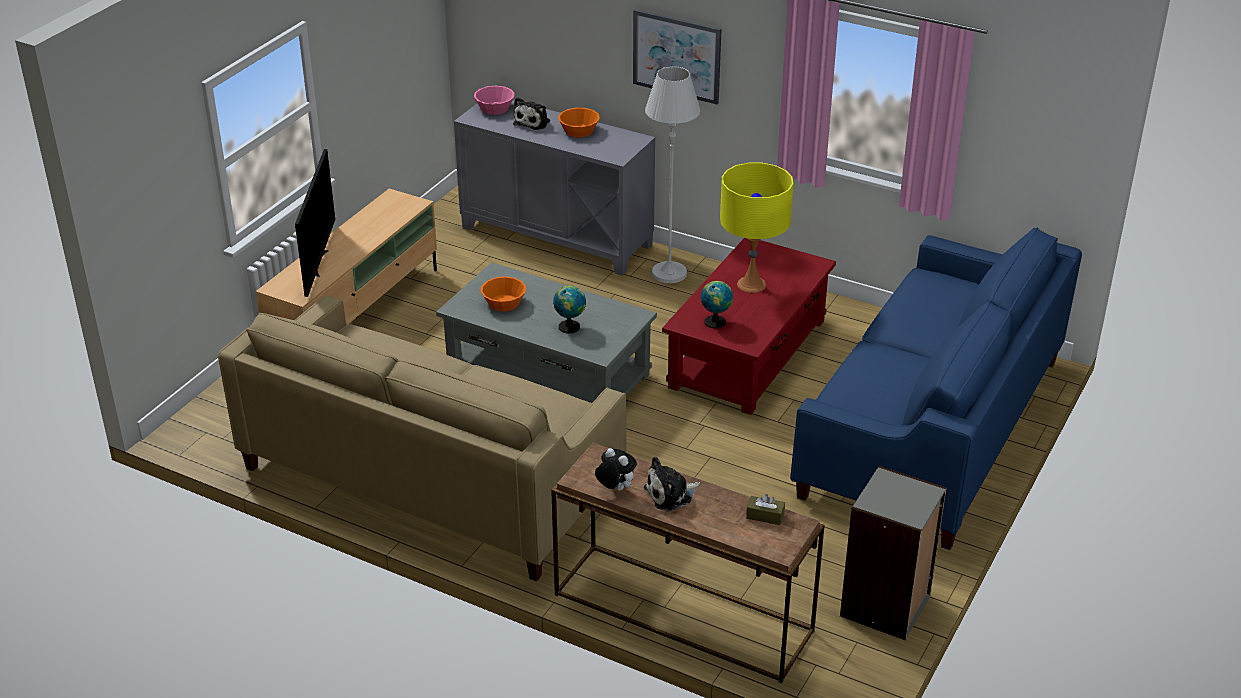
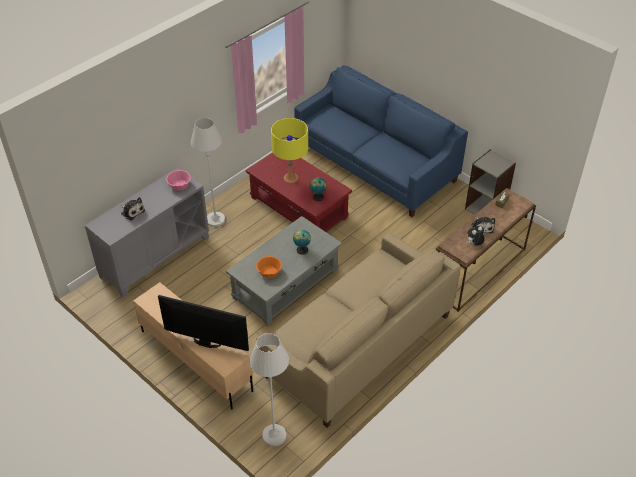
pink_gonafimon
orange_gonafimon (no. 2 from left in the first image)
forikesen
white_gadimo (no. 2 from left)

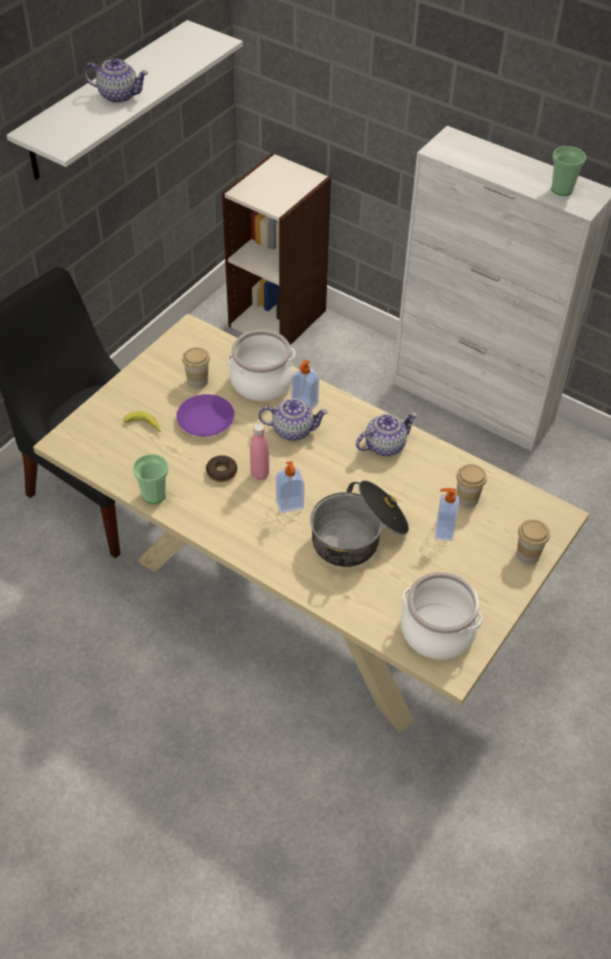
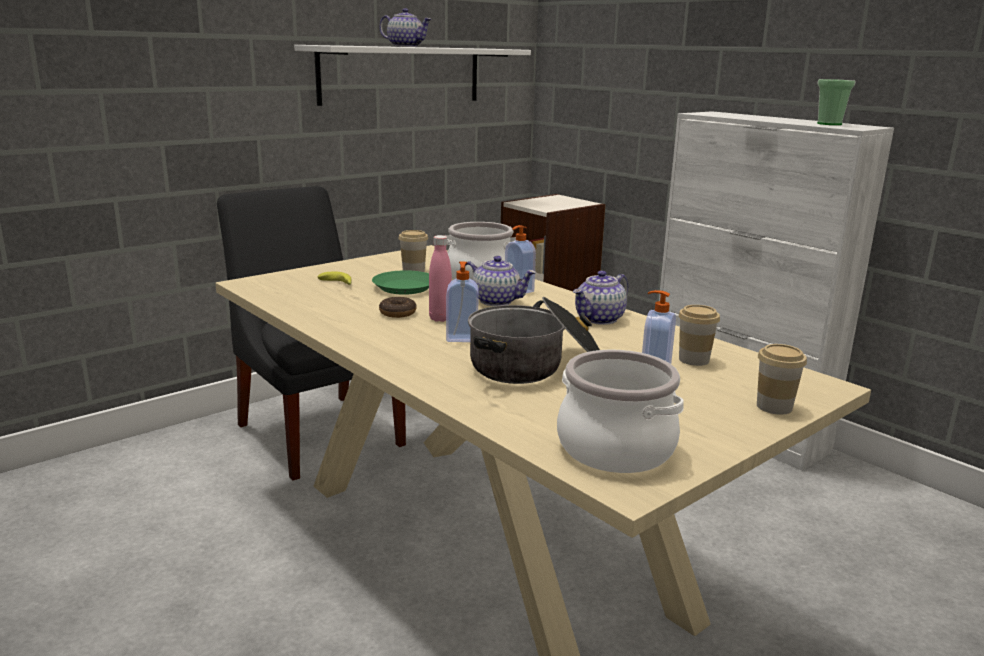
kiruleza (no. 1 from left in the first image)
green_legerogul
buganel (no. 3 from left)

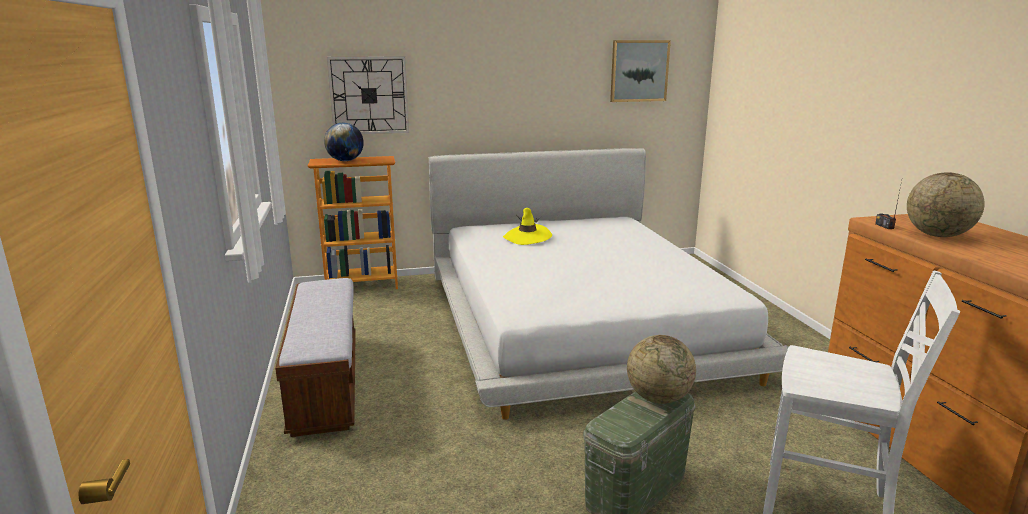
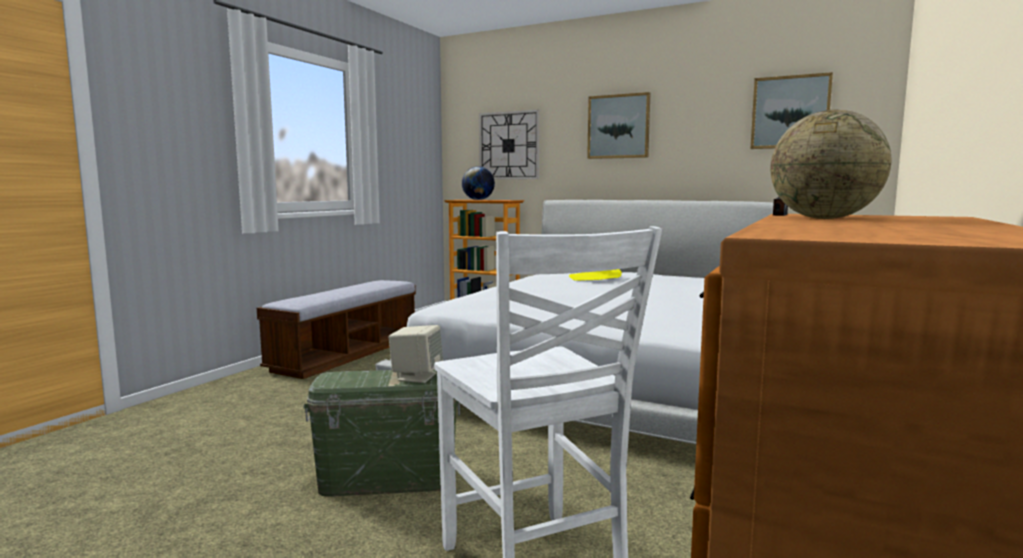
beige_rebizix
forikesen (no. 1 from left)

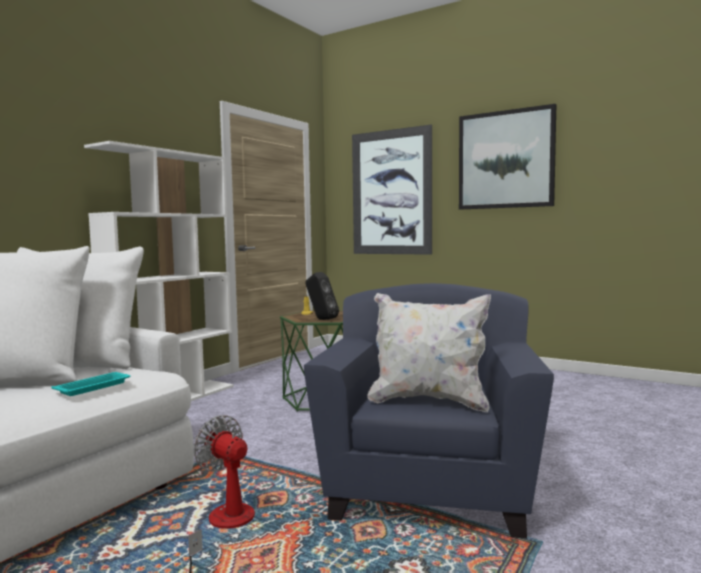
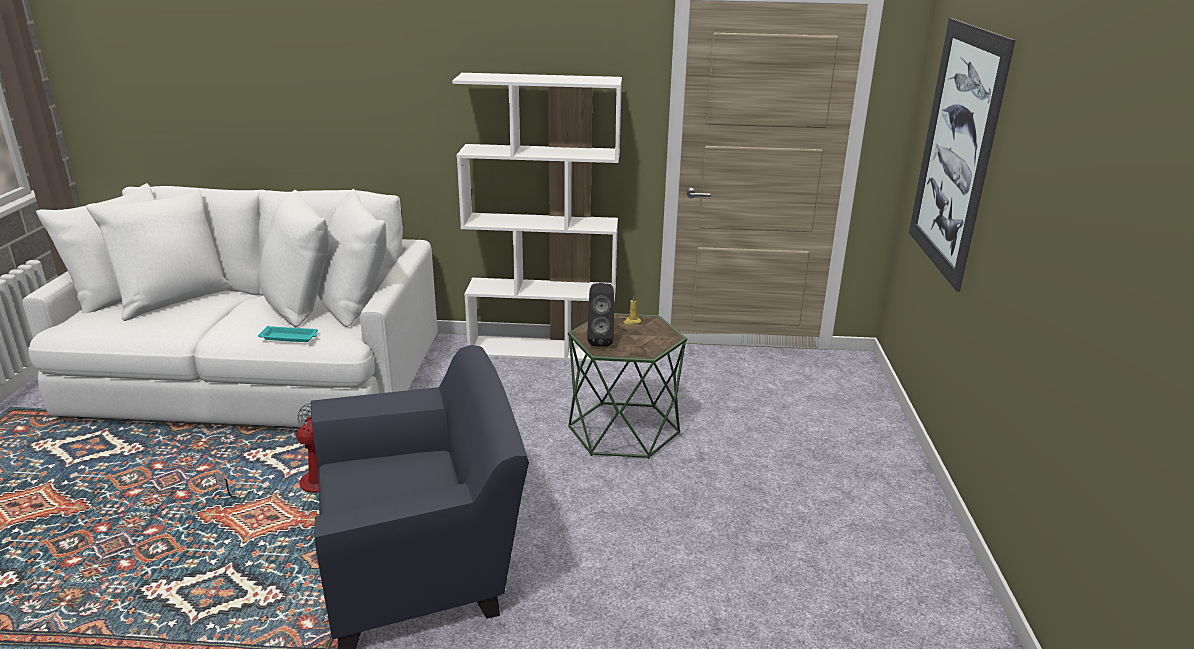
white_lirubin
forikesen (no. 2 from left in the first image)

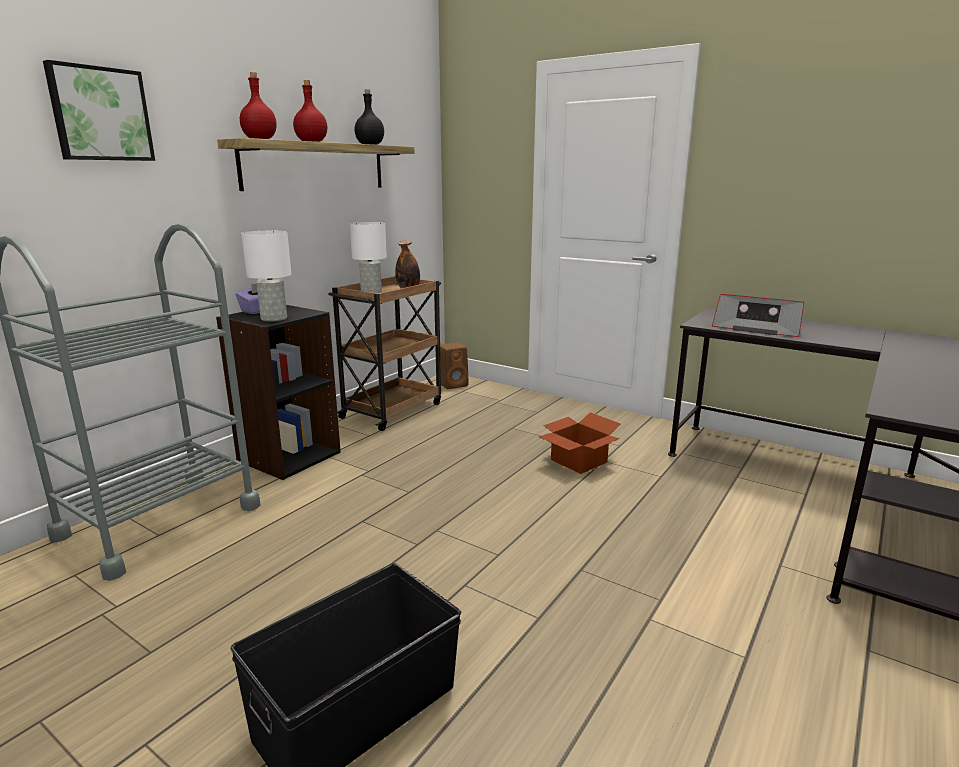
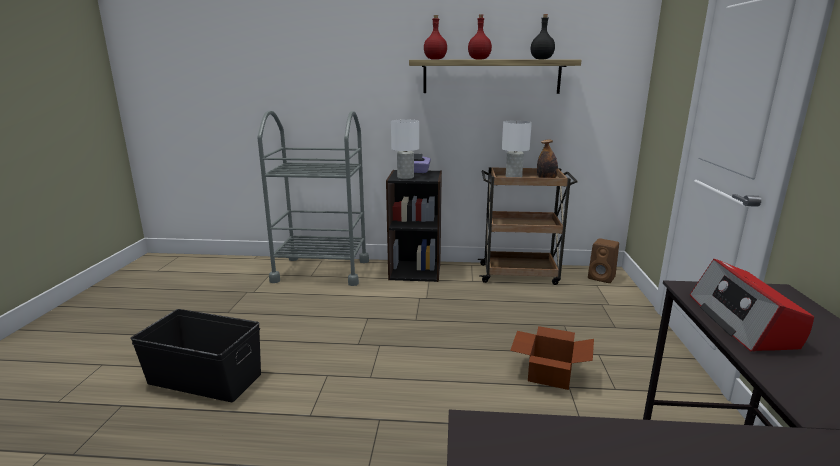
forikesen

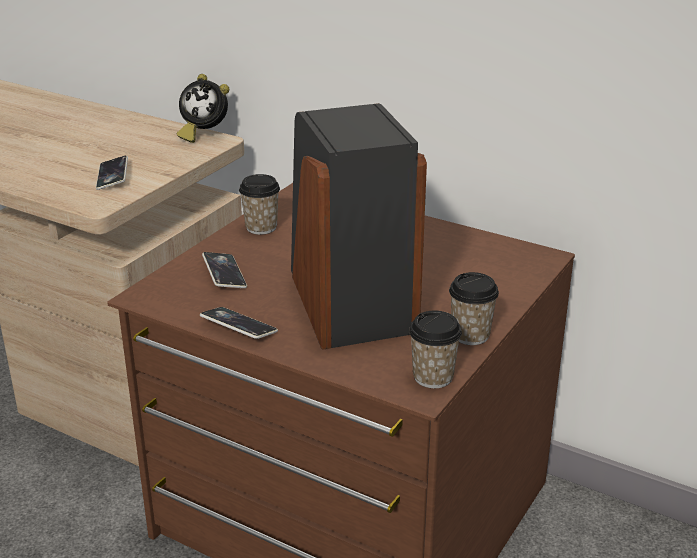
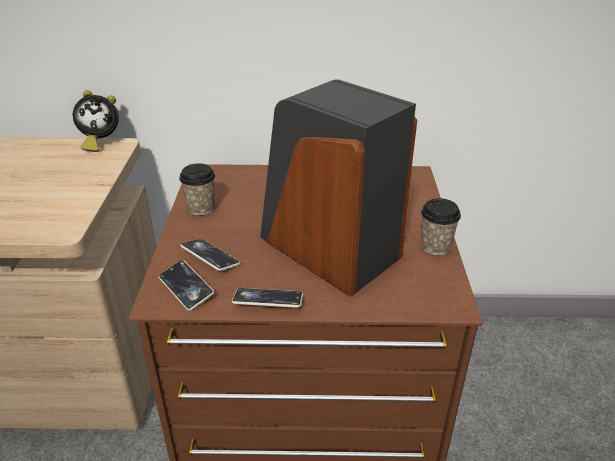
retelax (no. 1 from left)
kiruleza (no. 2 from left in the first image)

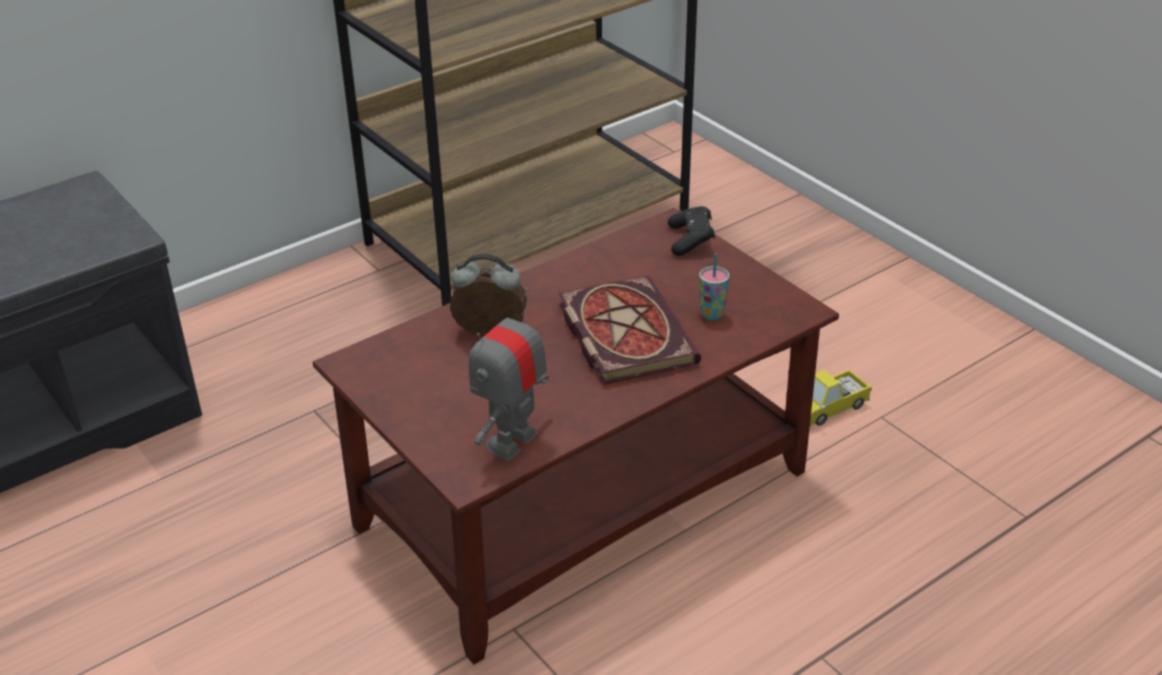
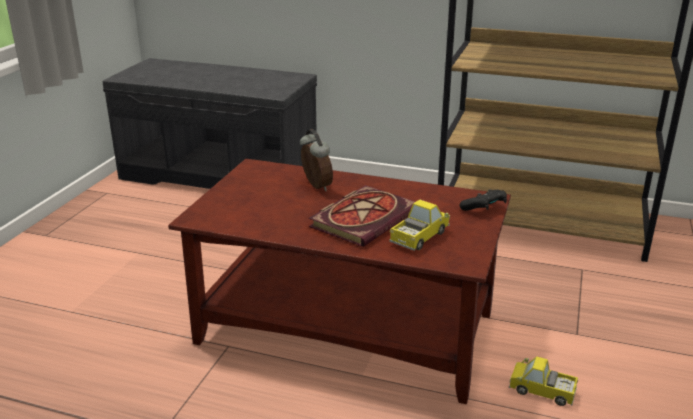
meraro
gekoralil (no. 1 from left)

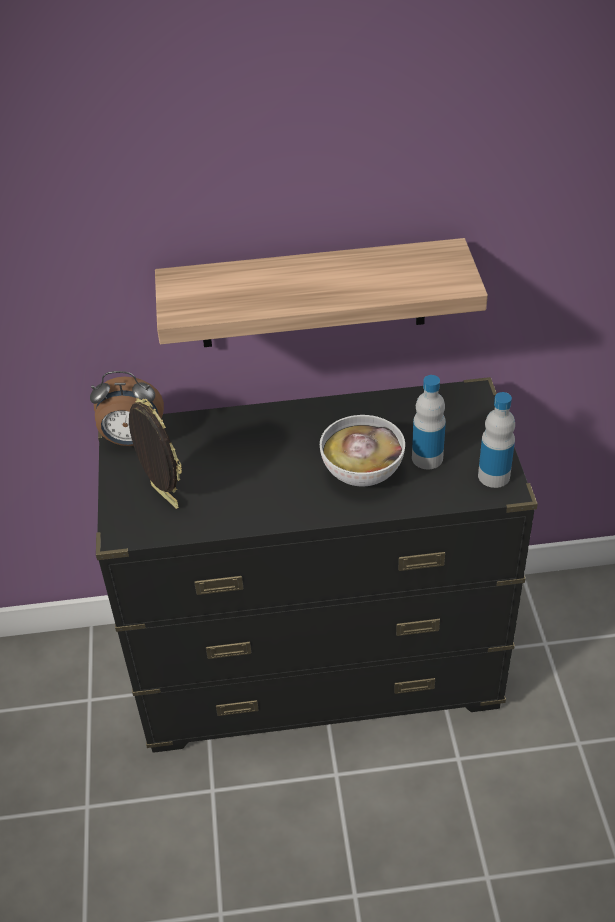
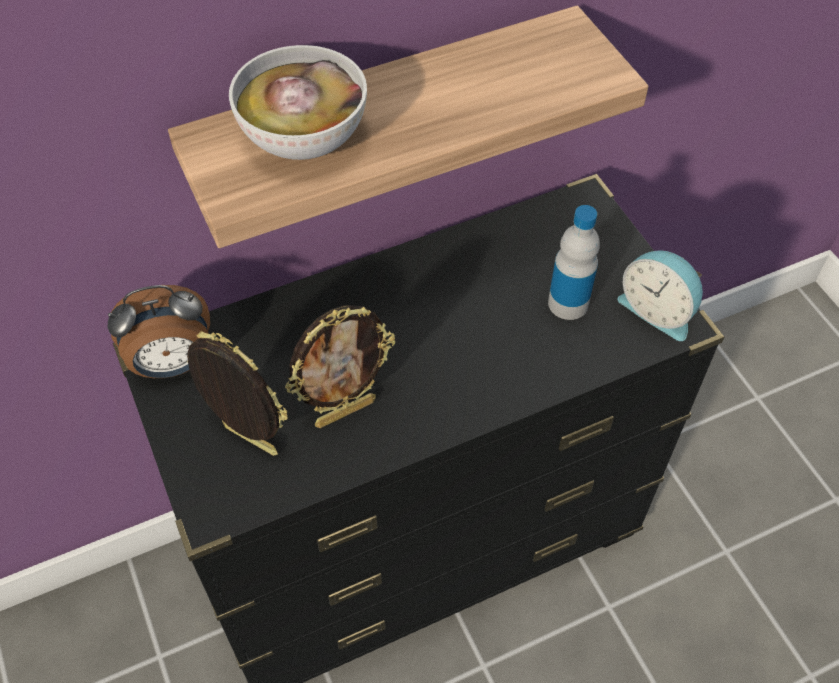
gonafimon
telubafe (no. 2 from left)
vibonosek (no. 2 from left)

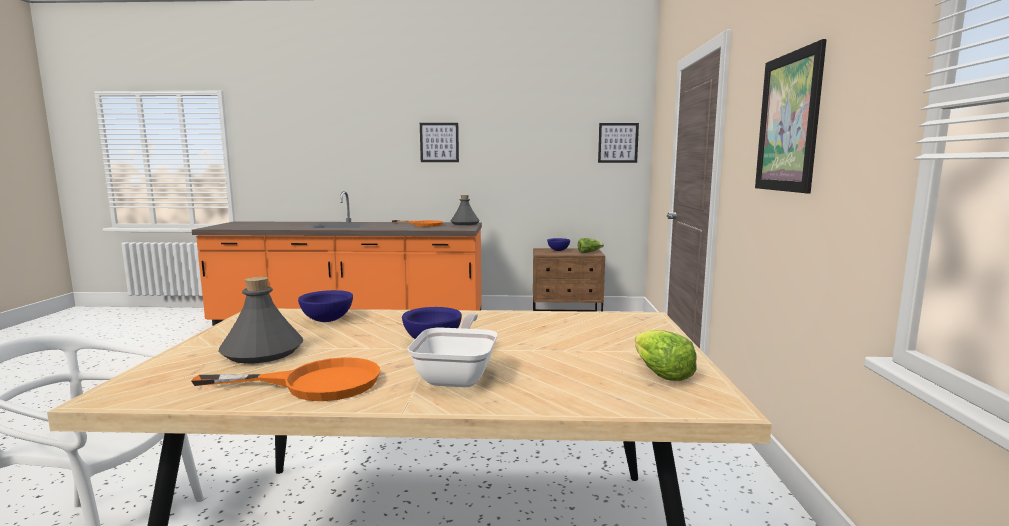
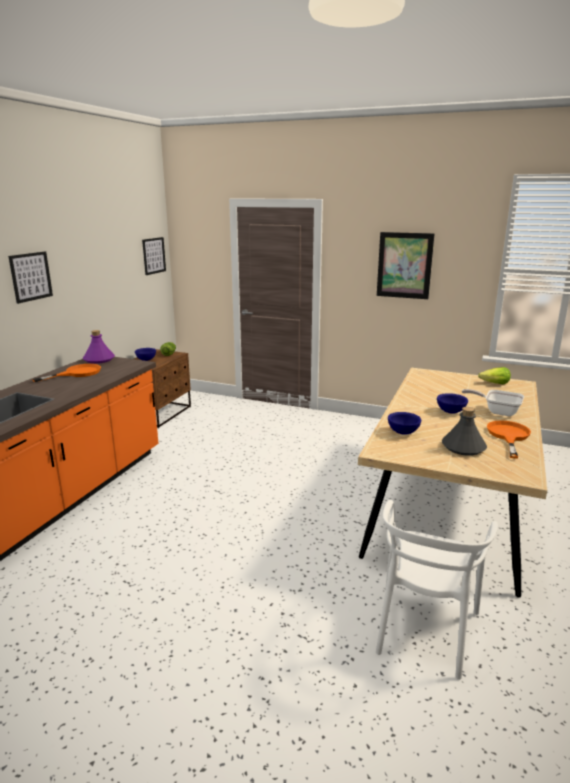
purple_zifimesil

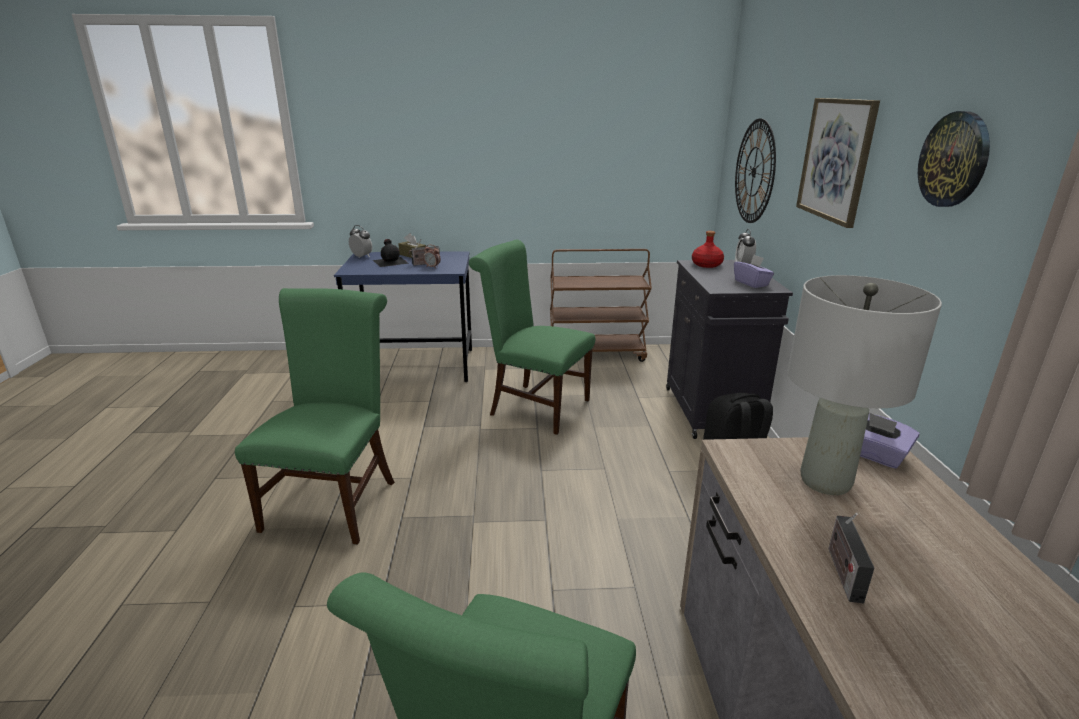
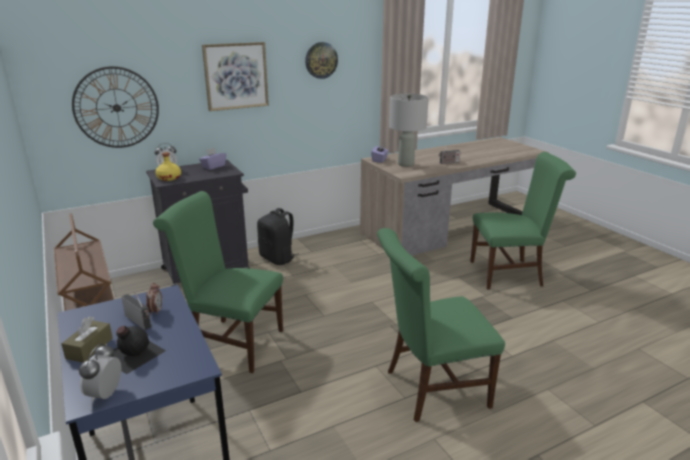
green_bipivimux (no. 1 from left)
yellow_zifimesil

